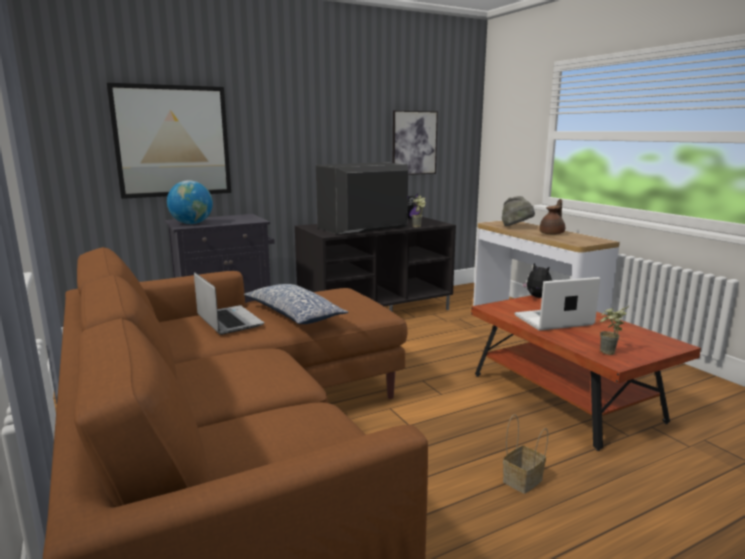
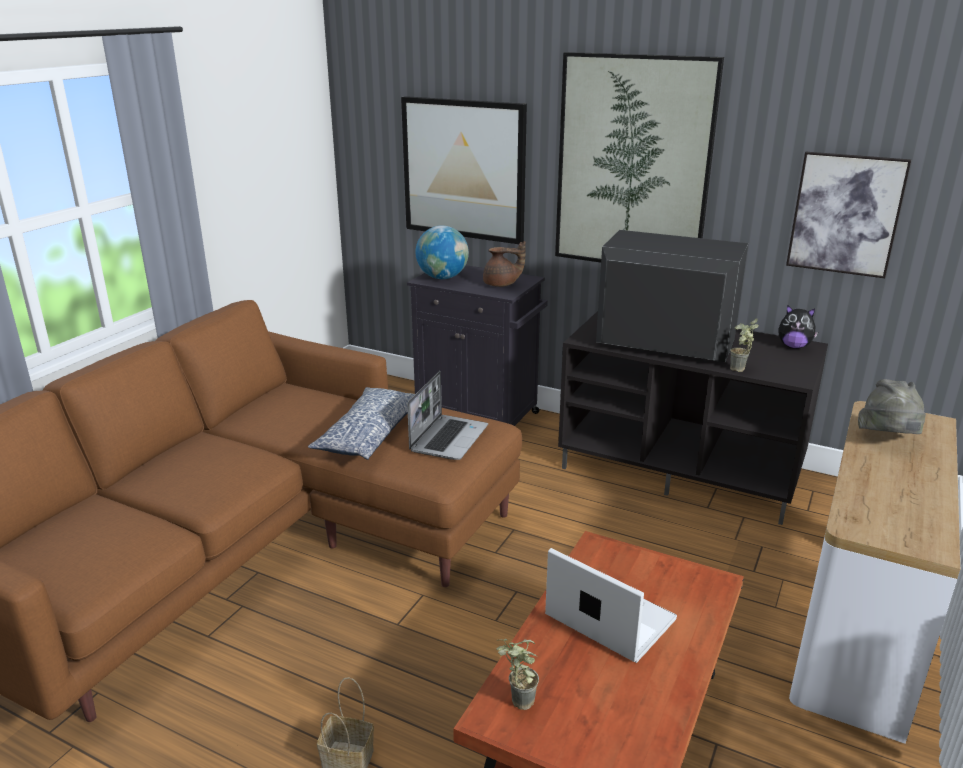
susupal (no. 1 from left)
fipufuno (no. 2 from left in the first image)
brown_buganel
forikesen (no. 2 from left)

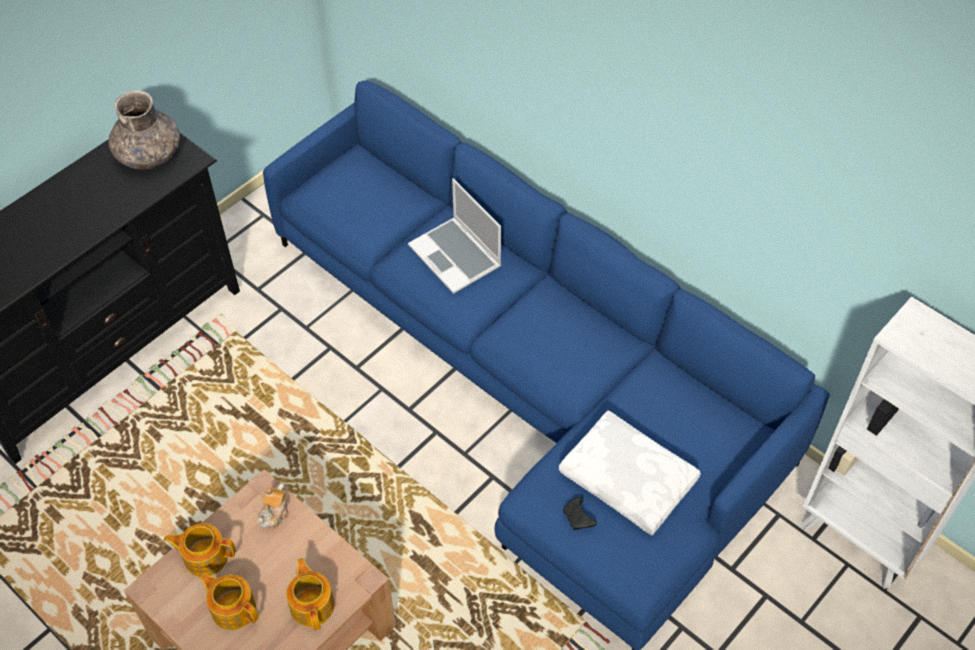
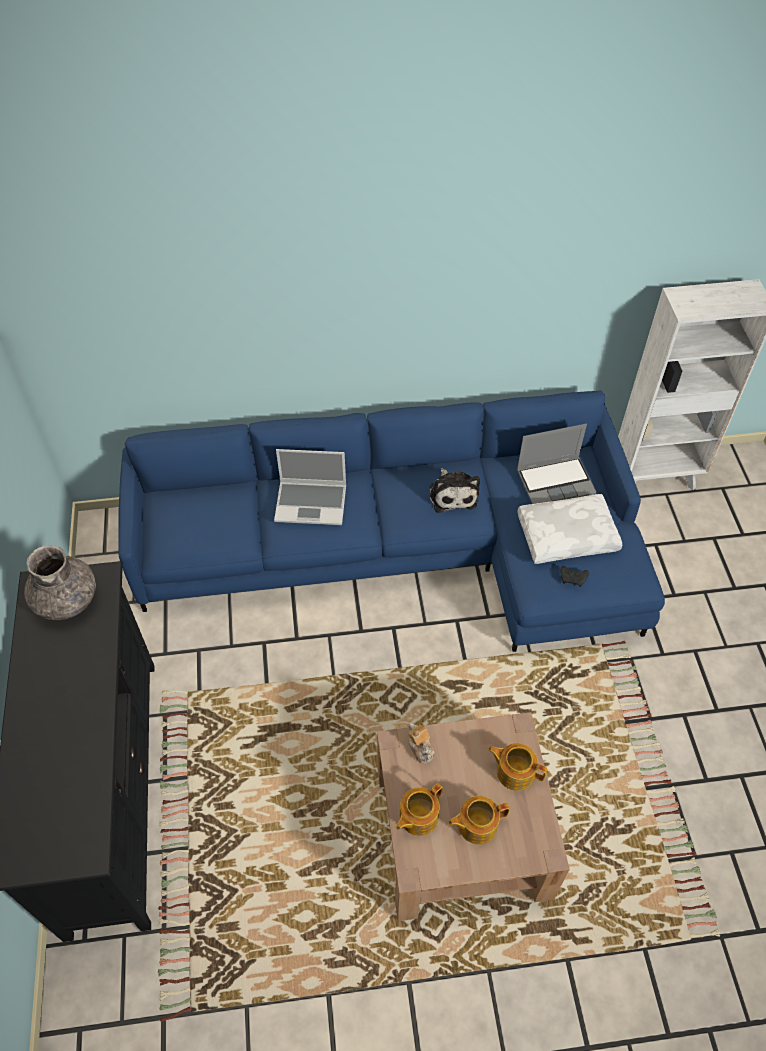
fipufuno
susupal (no. 2 from left)

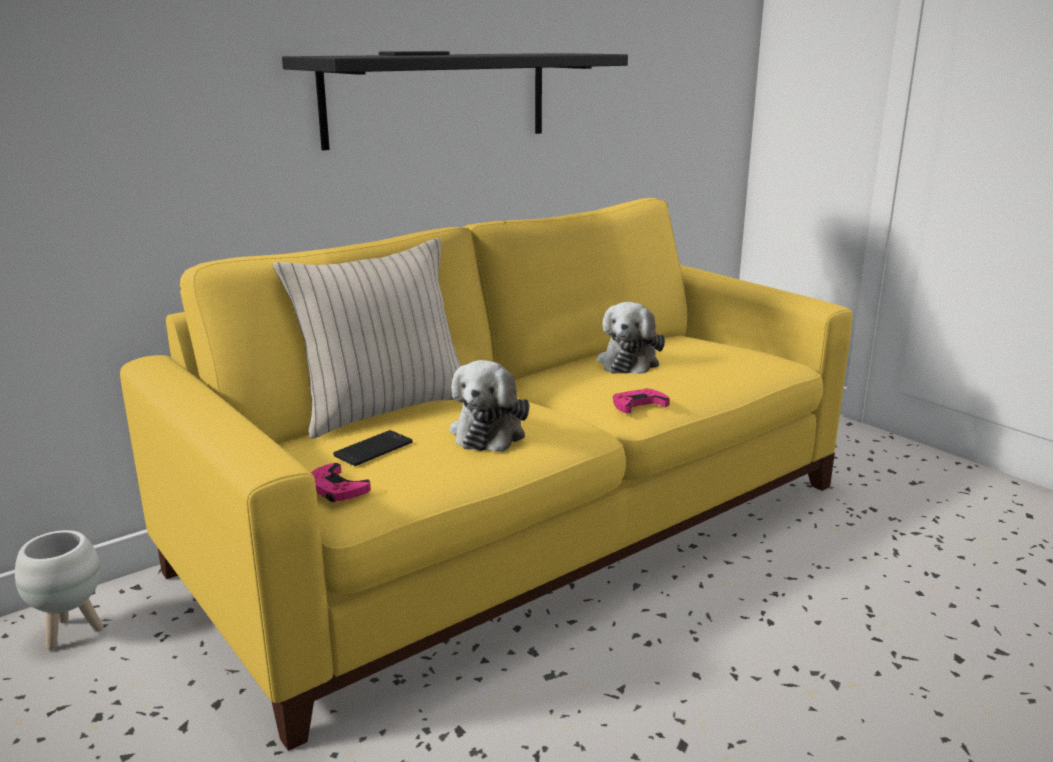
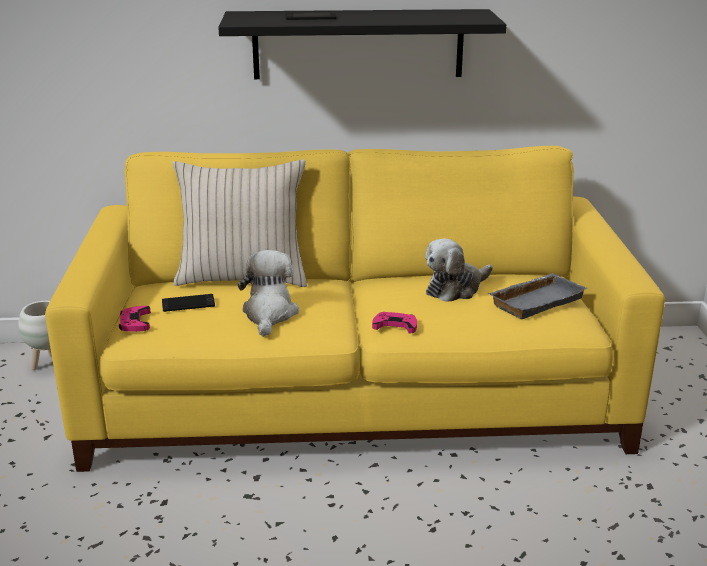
fipufuno (no. 1 from left)
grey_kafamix

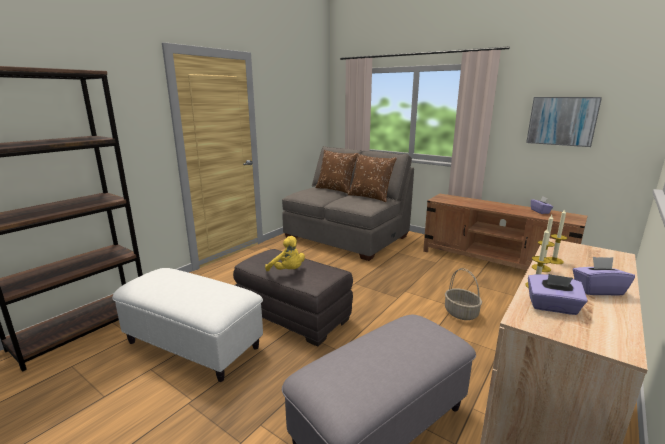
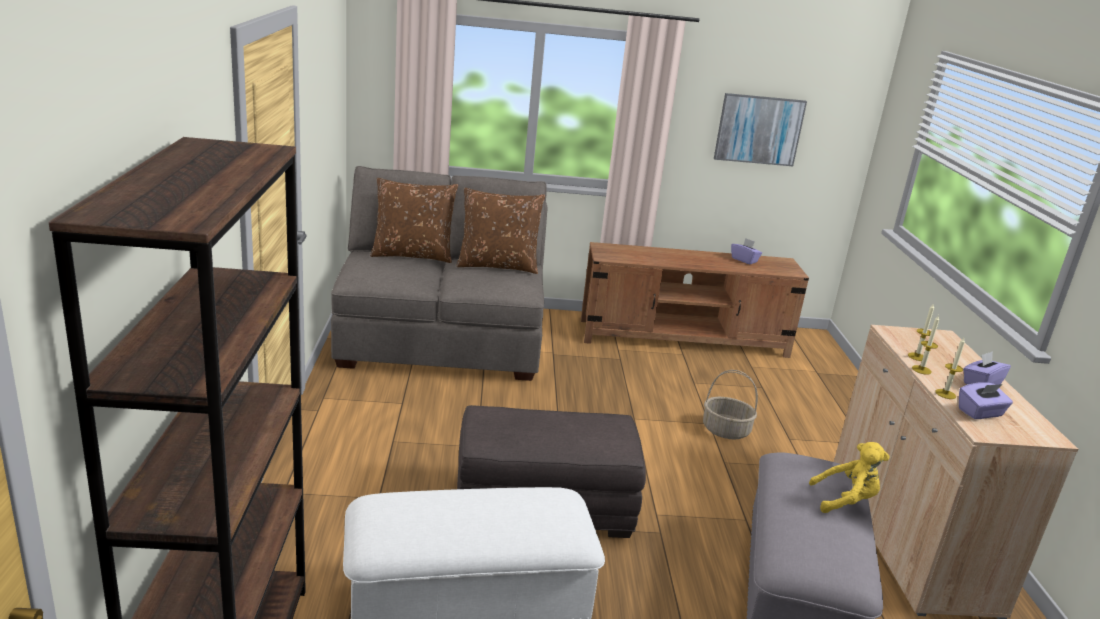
yellow_fipufuno

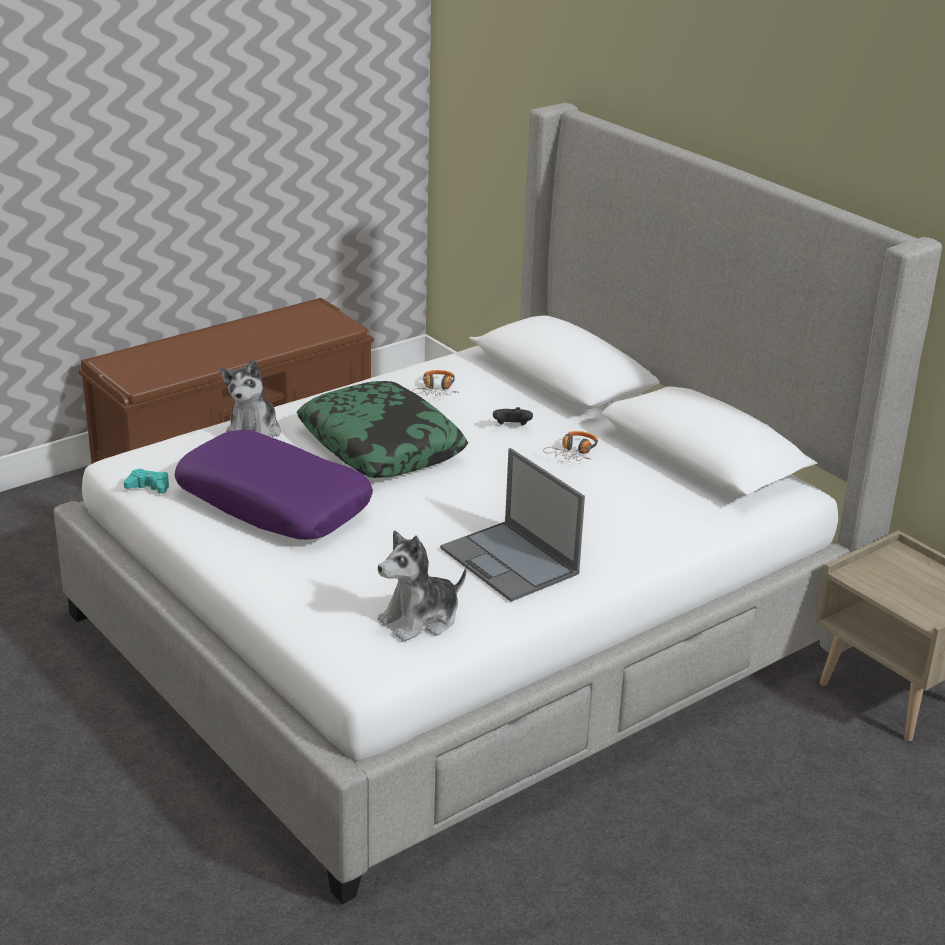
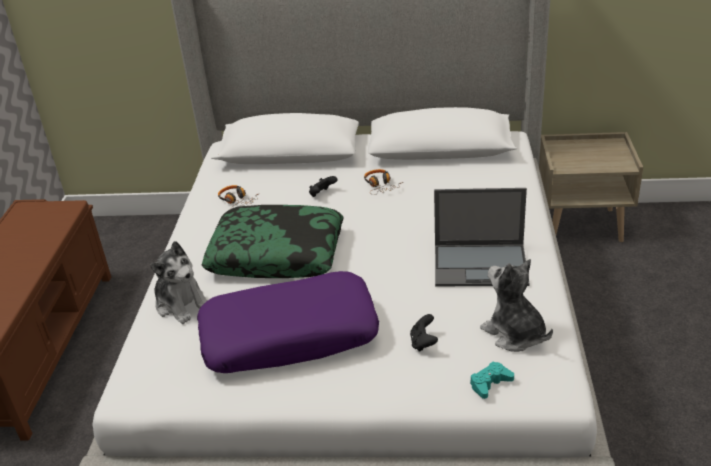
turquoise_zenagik
fipufuno (no. 2 from left)
black_zenagik (no. 2 from left)

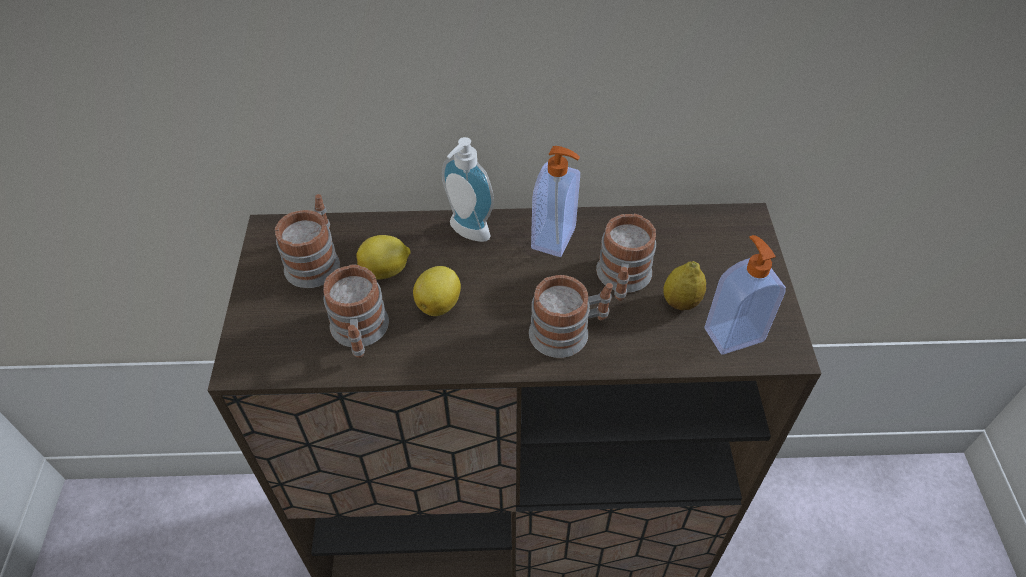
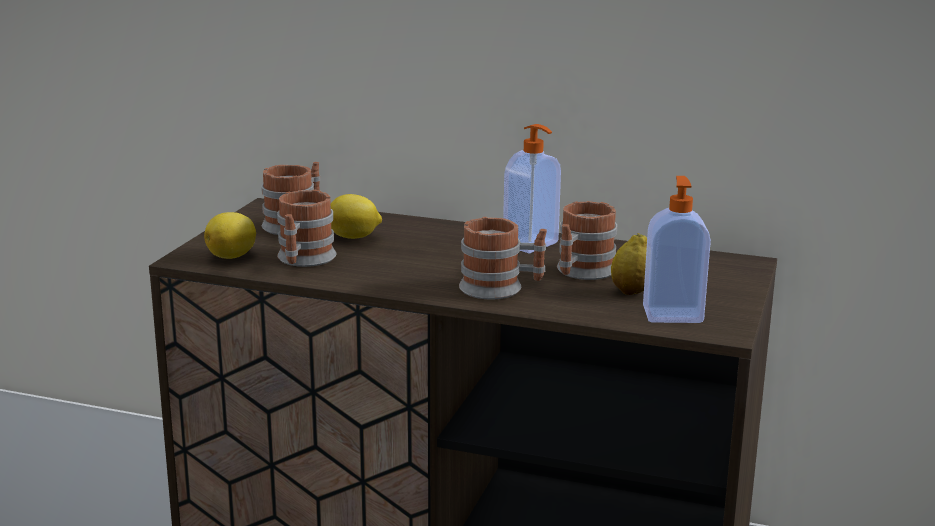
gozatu (no. 1 from left)
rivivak (no. 1 from left in the first image)

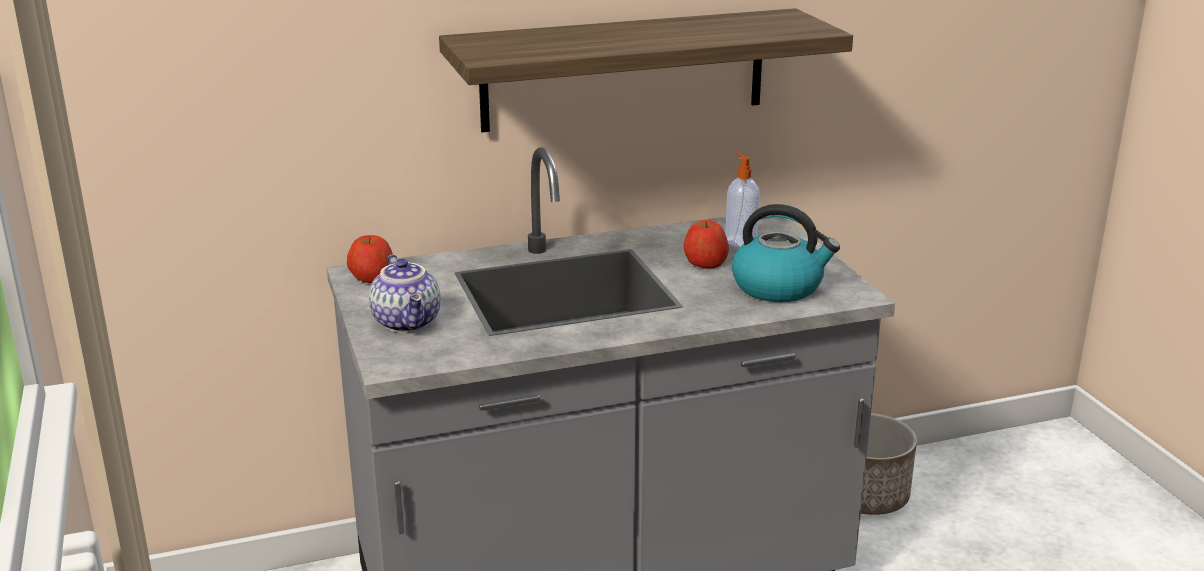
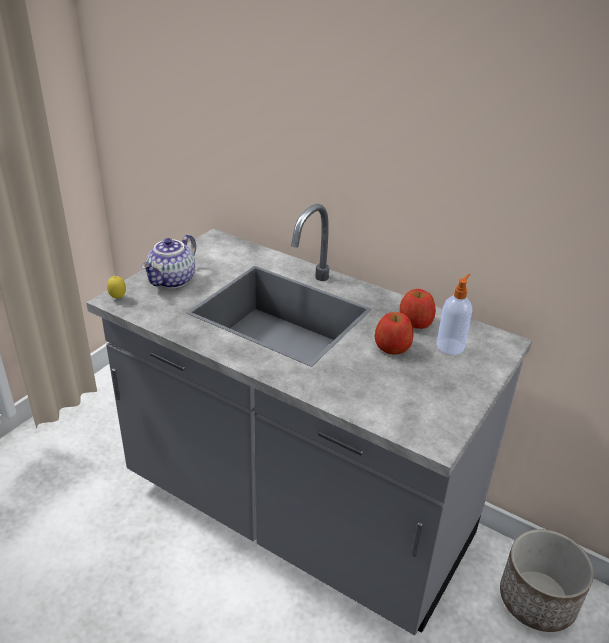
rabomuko (no. 2 from left)
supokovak
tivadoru
gozatu

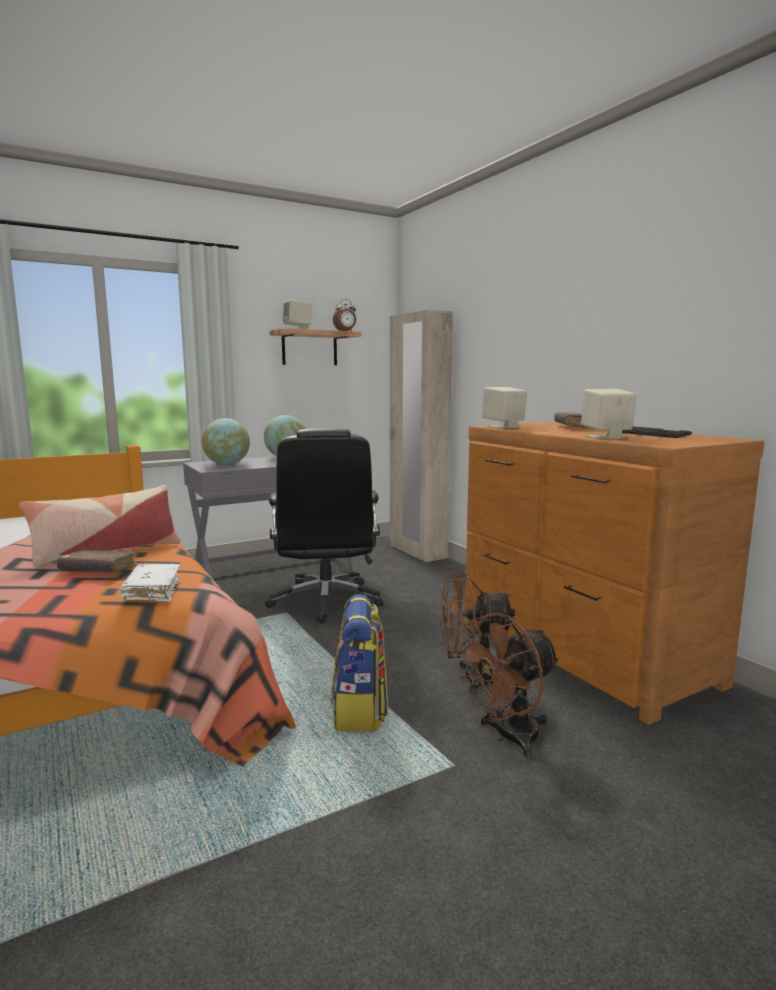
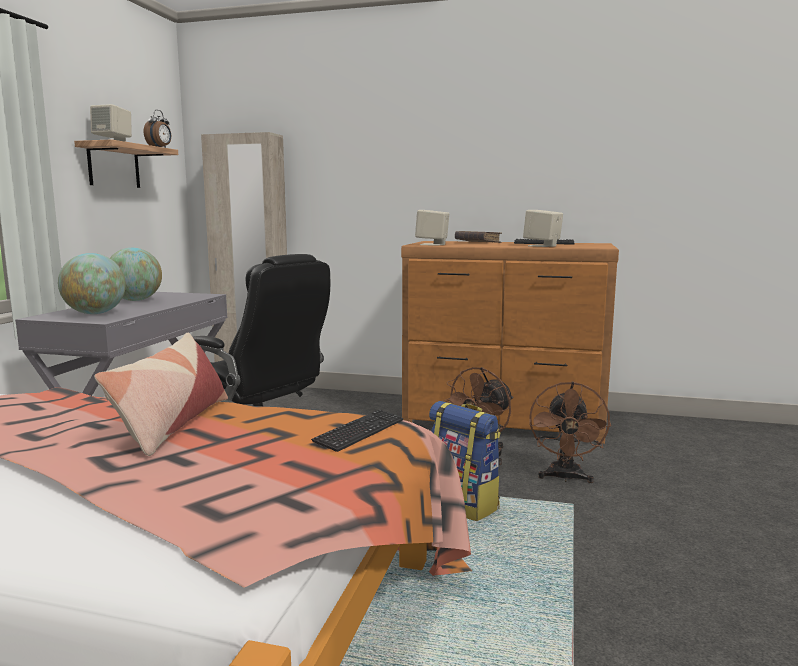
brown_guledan (no. 1 from left in the first image)
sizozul (no. 1 from left)

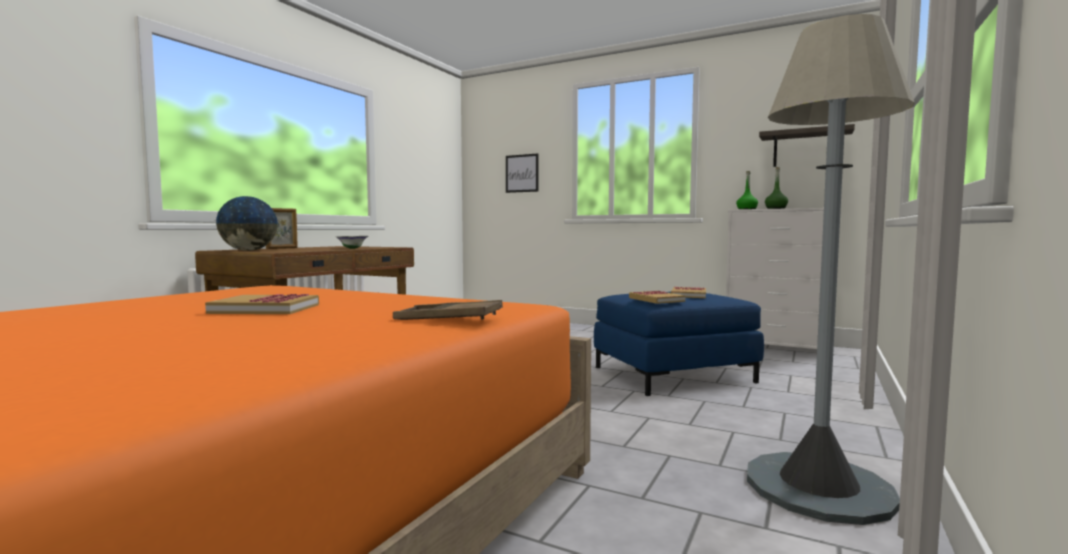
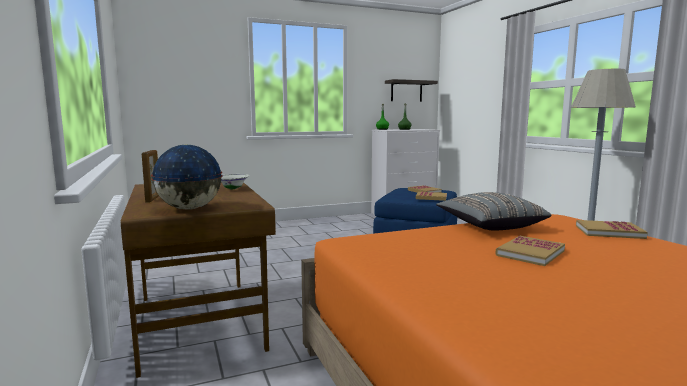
guledan (no. 4 from left)
forikesen
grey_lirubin

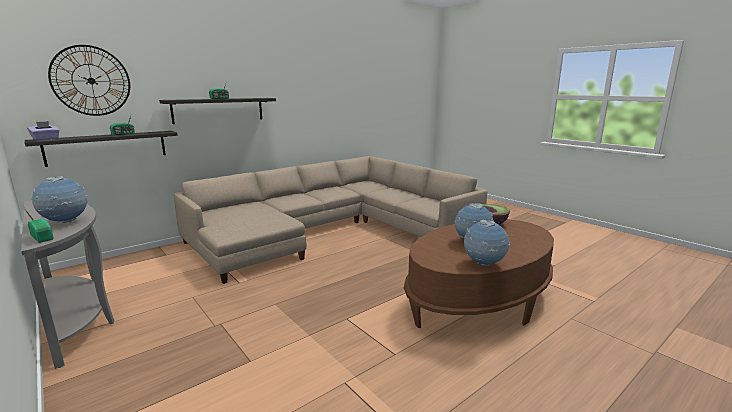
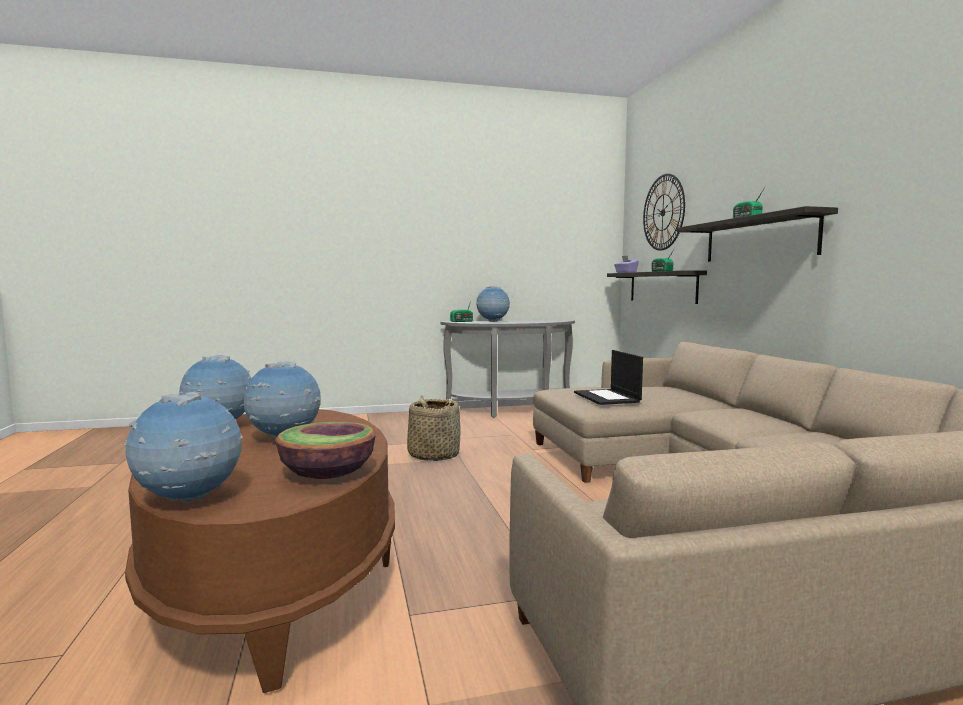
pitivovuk (no. 1 from left)
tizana
susupal

